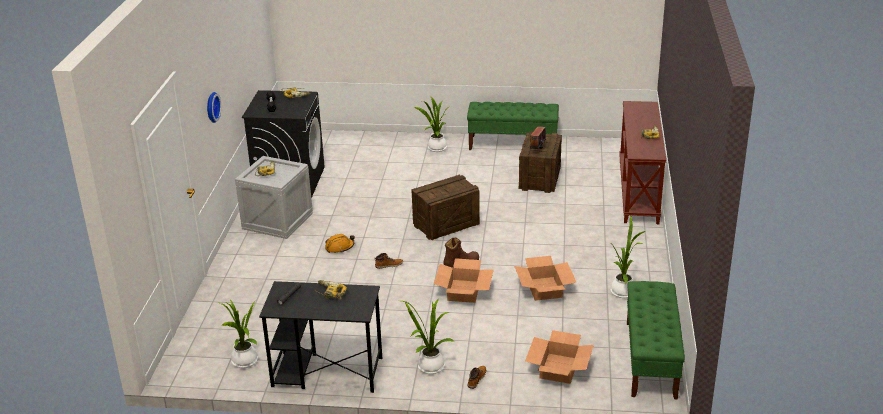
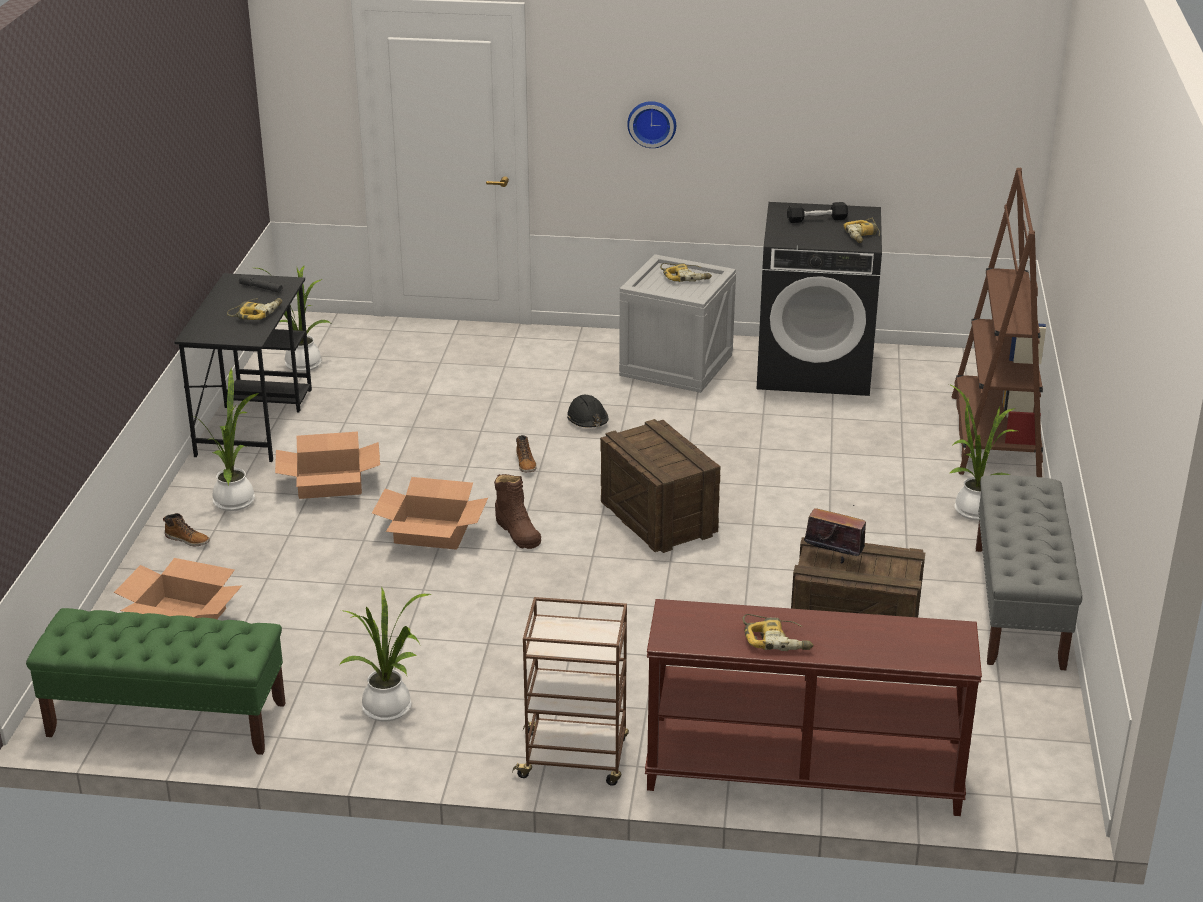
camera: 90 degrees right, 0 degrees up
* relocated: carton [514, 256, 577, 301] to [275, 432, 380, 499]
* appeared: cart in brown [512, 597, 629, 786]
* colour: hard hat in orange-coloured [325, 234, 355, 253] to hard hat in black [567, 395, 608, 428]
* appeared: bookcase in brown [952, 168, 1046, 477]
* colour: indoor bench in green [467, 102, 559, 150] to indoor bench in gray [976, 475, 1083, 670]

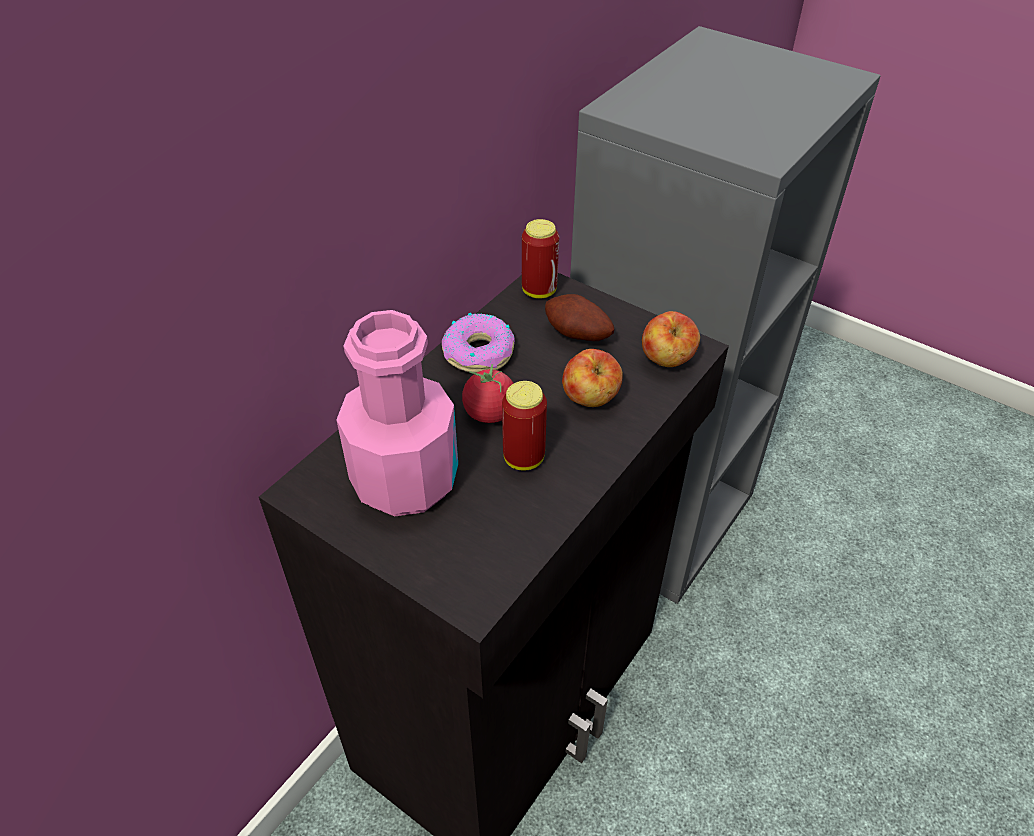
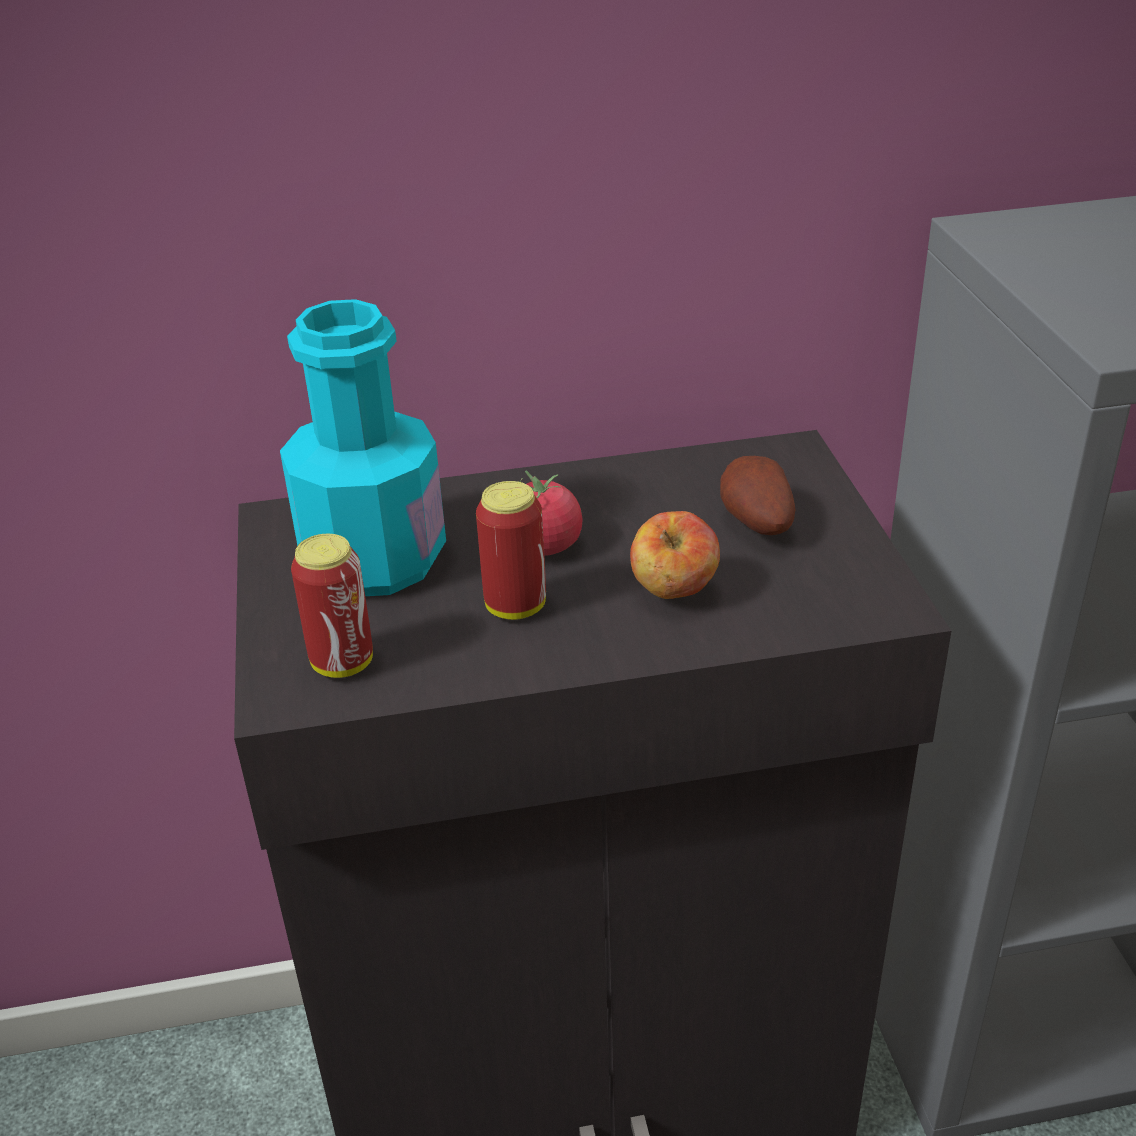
camera: 45 degrees right, 10 degrees down
* colour: beverage bottle in pinkish [336, 310, 458, 516] to beverage bottle in blue-green [280, 299, 446, 596]
* relocated: can [522, 219, 559, 298] to [291, 534, 373, 678]
* missing: donut [442, 313, 515, 373]
* missing: apple fruit [642, 311, 700, 367]

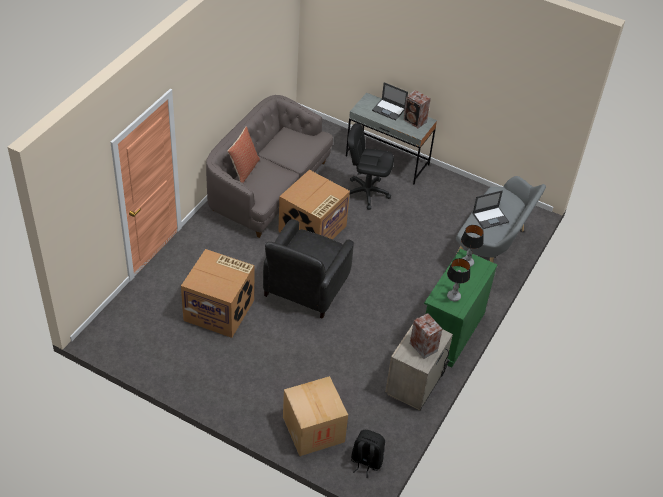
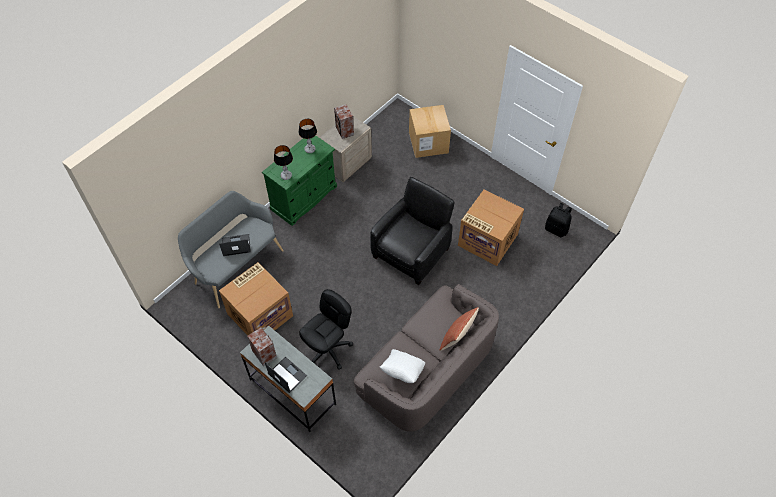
camera: 165 degrees left, 10 degrees up
* relocated: carton [278, 170, 350, 240] to [219, 262, 293, 336]
* spun: desk chair in black [348, 123, 394, 210] = [299, 289, 353, 370] 75 degrees counterclockwise
* appeared: cushion in whitish [380, 349, 425, 383]
* relocated: rucksack in black [351, 430, 385, 478] to [545, 203, 572, 237]

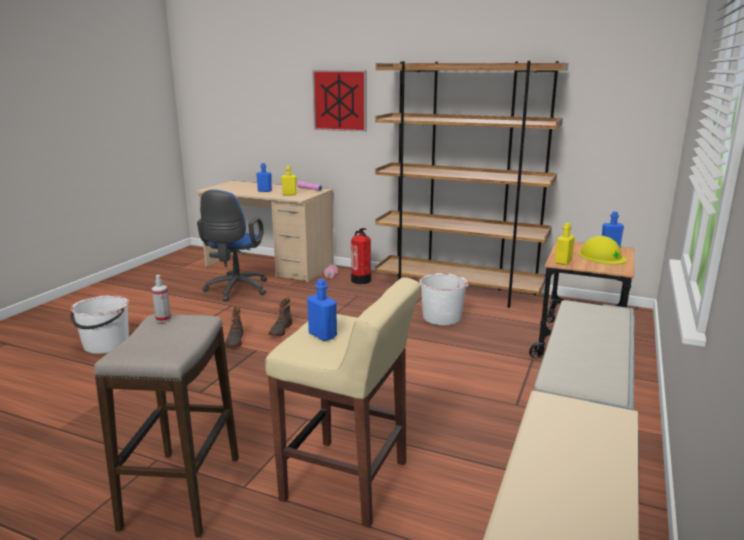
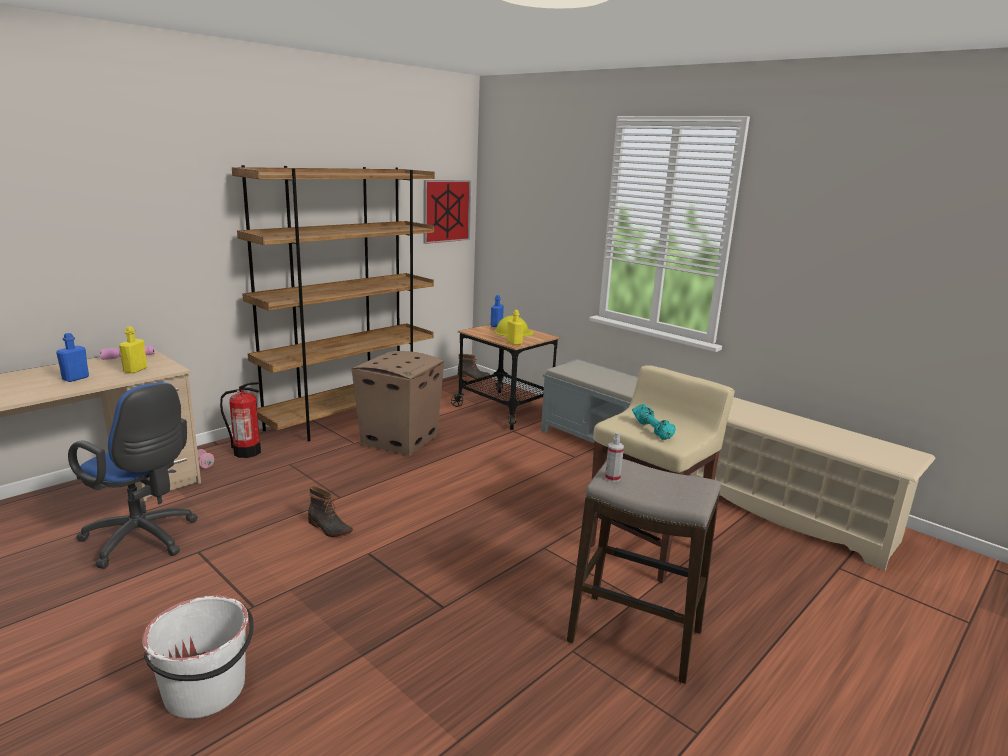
camera: 70 degrees left, 0 degrees up
* exchanged: pail in whitish [419, 273, 469, 325] to carton [352, 351, 444, 456]
* relocated: wall picture [312, 70, 367, 132] to [423, 180, 471, 244]
* relocated: high-top boot [225, 306, 243, 347] to [458, 354, 490, 379]
* exchanged: beverage bottle in blue [307, 279, 337, 341] to dumbbell in blue-green [632, 404, 676, 440]

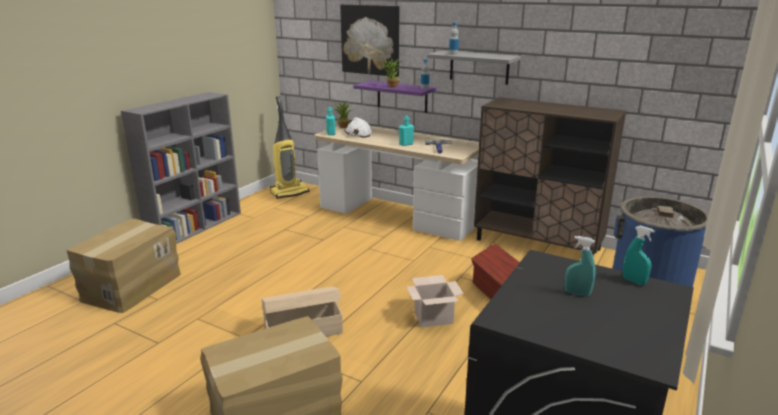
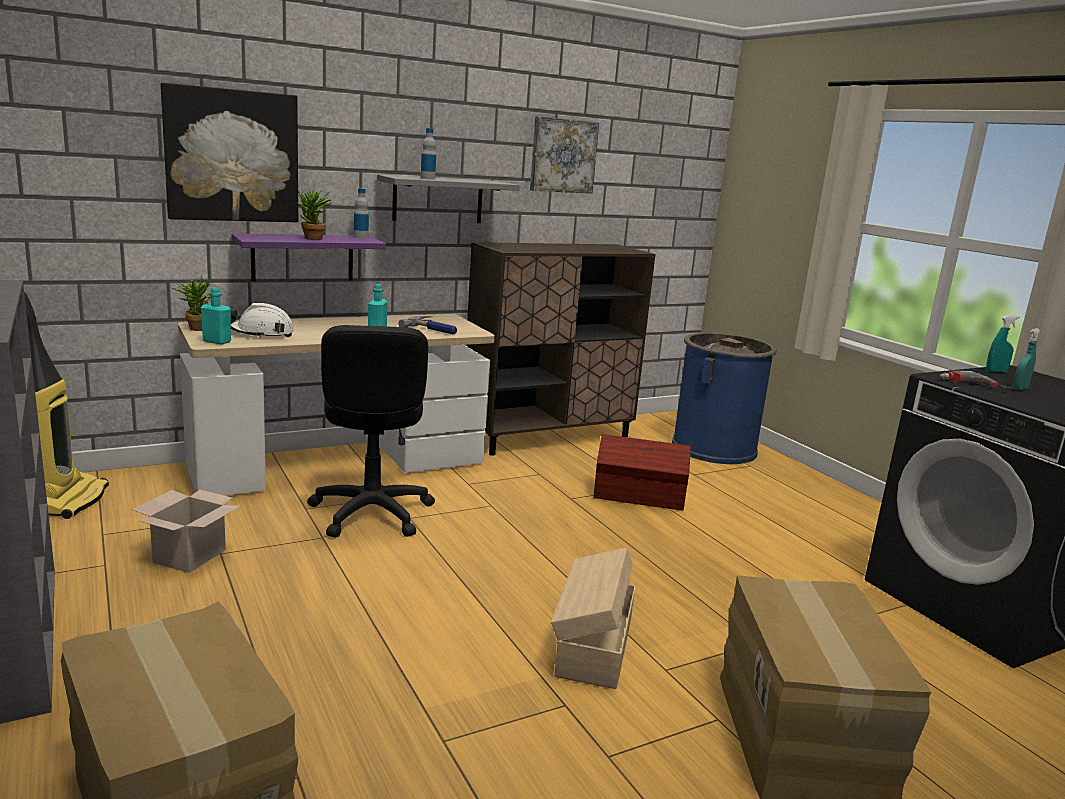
camera: 60 degrees left, 5 degrees down
* relocated: carton [406, 275, 464, 328] to [132, 490, 241, 573]
* appeared: desk chair in black [307, 325, 435, 538]
* appeared: wall picture [530, 116, 599, 194]
* appeared: power drill [940, 371, 1015, 390]

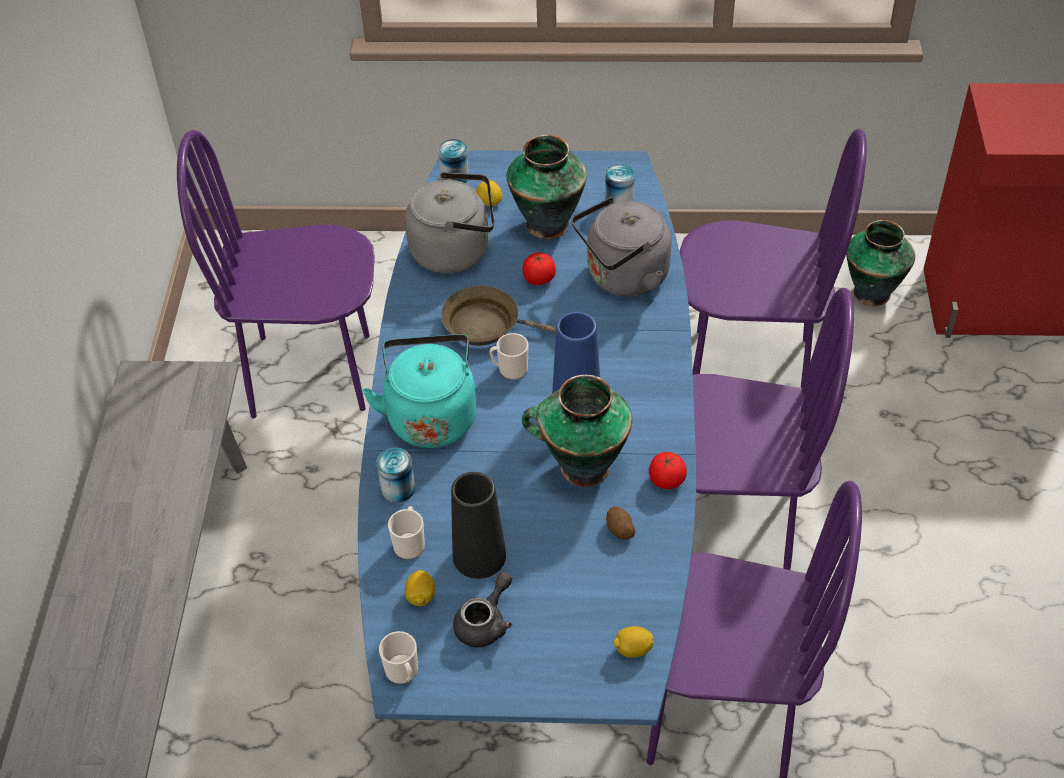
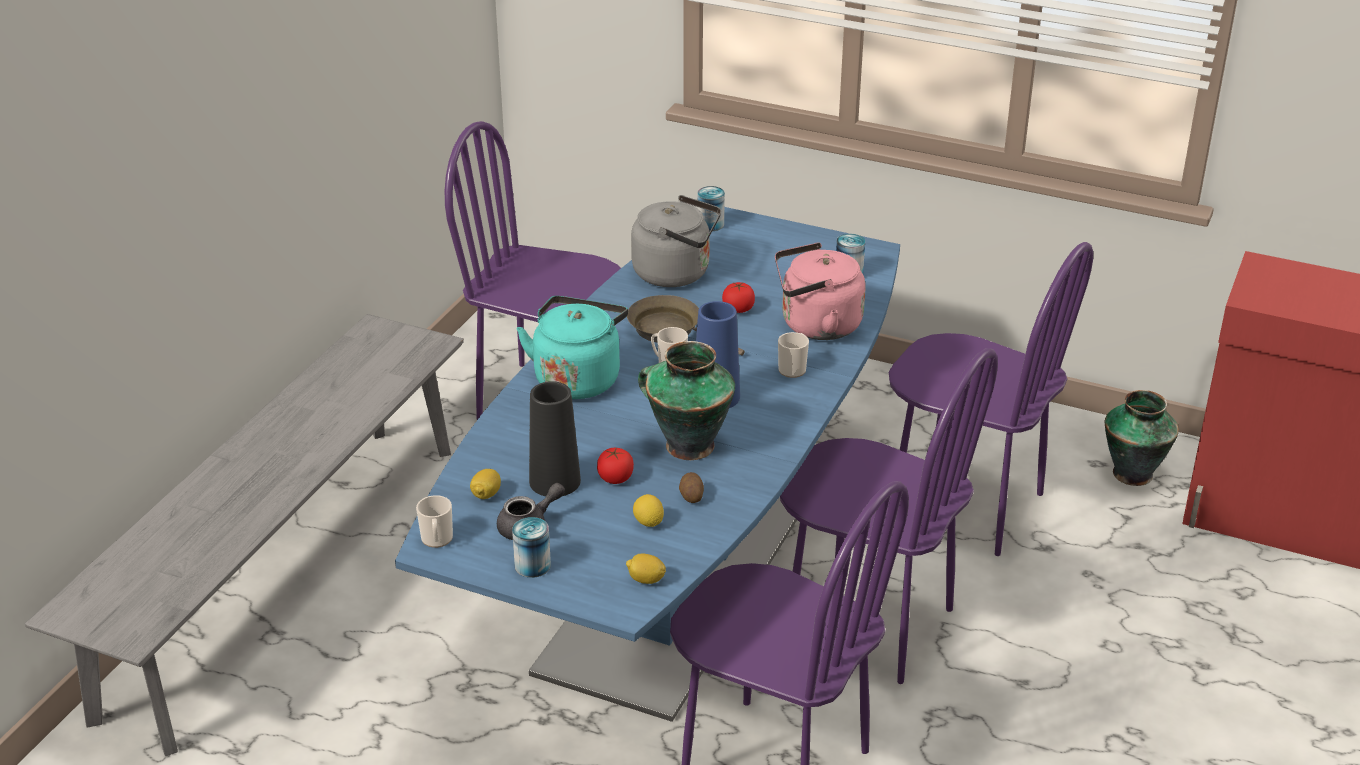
camera: 20 degrees right, 15 degrees down
* relocated: can [377, 448, 415, 503] to [512, 517, 551, 578]
* relocated: tomato [649, 452, 687, 489] to [597, 447, 634, 484]
* relocated: whole lemon [476, 180, 502, 206] to [633, 494, 664, 527]
* colour: water kettle in gray [572, 197, 671, 297] to water kettle in pinkish [775, 242, 866, 340]
* relocated: mug [388, 506, 425, 559] to [778, 332, 809, 378]
* missing: flower vase [507, 135, 587, 239]

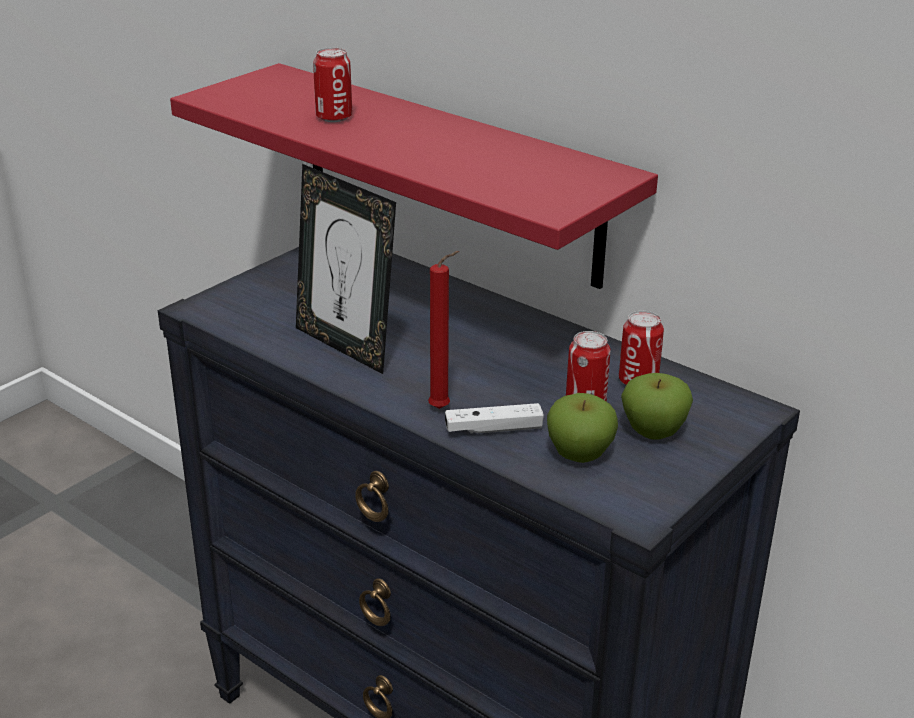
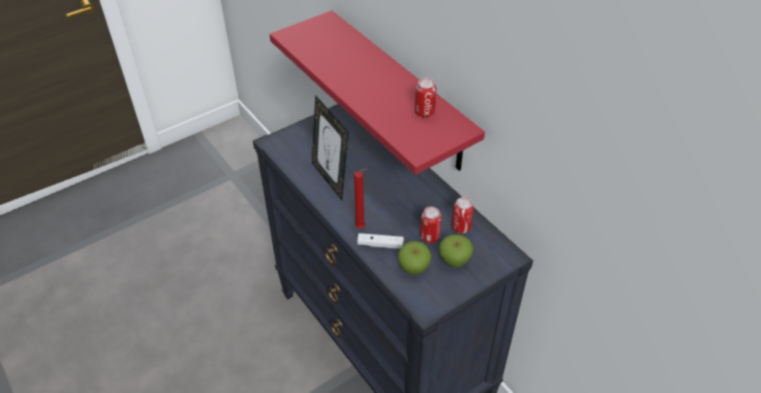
camera: 15 degrees right, 15 degrees up
* relocated: can [313, 47, 352, 122] to [415, 78, 437, 117]

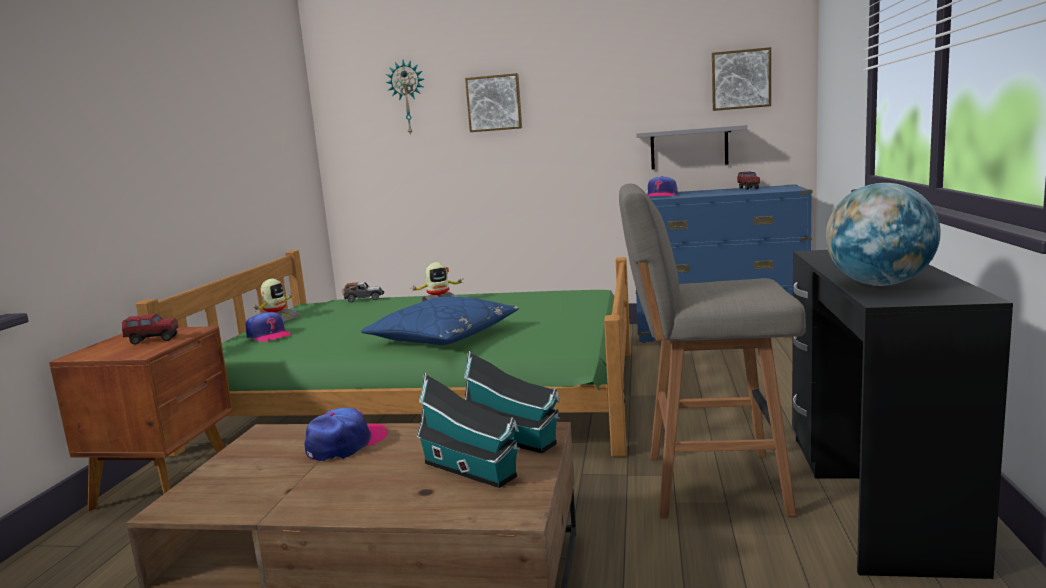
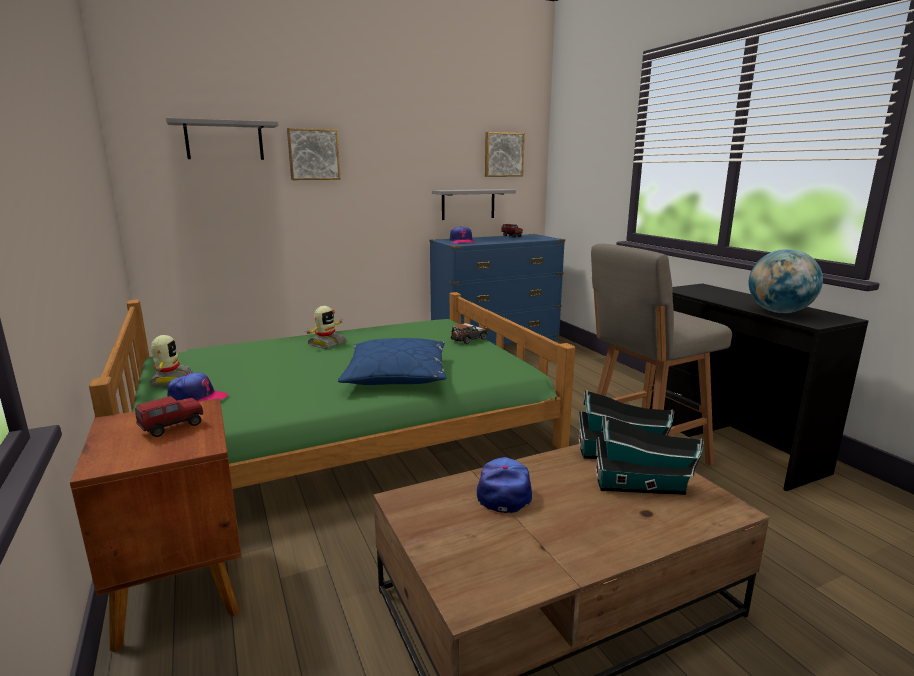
camera: 35 degrees left, 5 degrees up
* exchanged: wall clock [386, 60, 424, 136] to shelf in gray [166, 118, 279, 160]
* relocated: model car [342, 282, 384, 303] to [451, 323, 488, 344]

